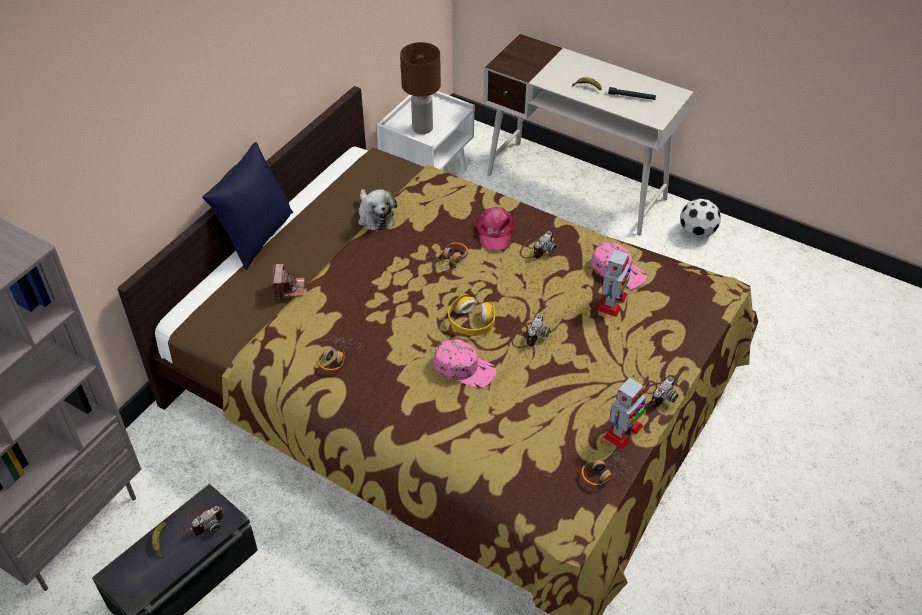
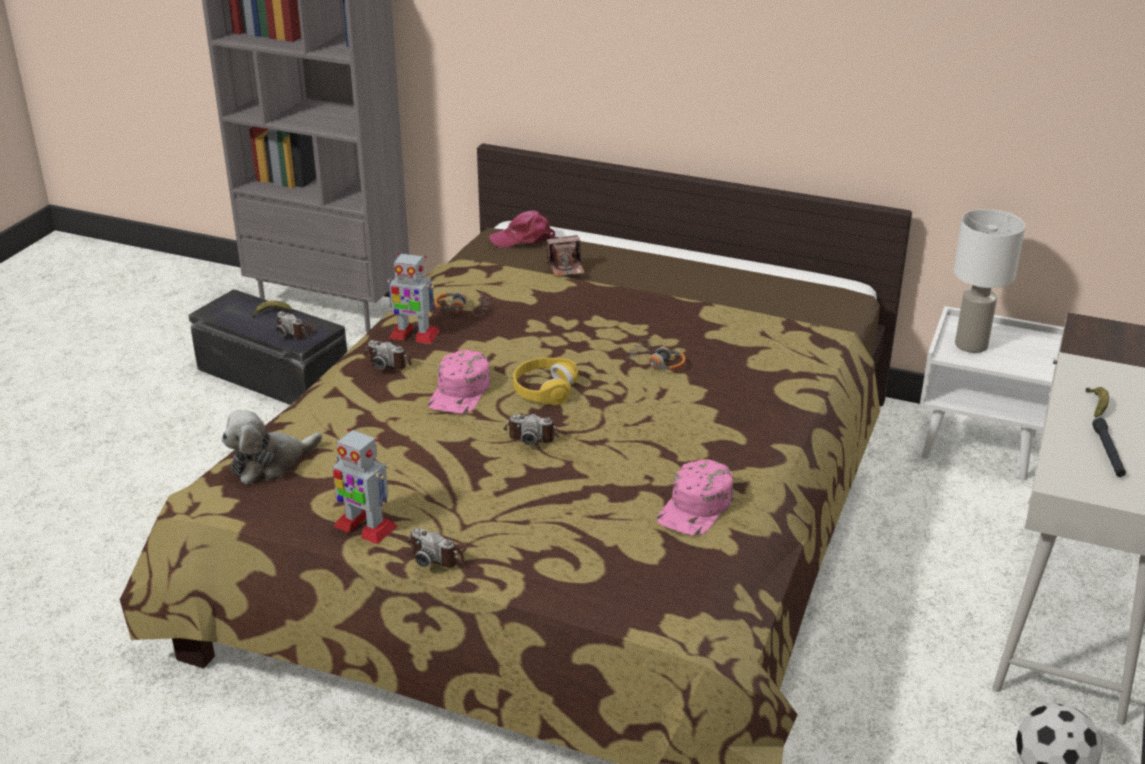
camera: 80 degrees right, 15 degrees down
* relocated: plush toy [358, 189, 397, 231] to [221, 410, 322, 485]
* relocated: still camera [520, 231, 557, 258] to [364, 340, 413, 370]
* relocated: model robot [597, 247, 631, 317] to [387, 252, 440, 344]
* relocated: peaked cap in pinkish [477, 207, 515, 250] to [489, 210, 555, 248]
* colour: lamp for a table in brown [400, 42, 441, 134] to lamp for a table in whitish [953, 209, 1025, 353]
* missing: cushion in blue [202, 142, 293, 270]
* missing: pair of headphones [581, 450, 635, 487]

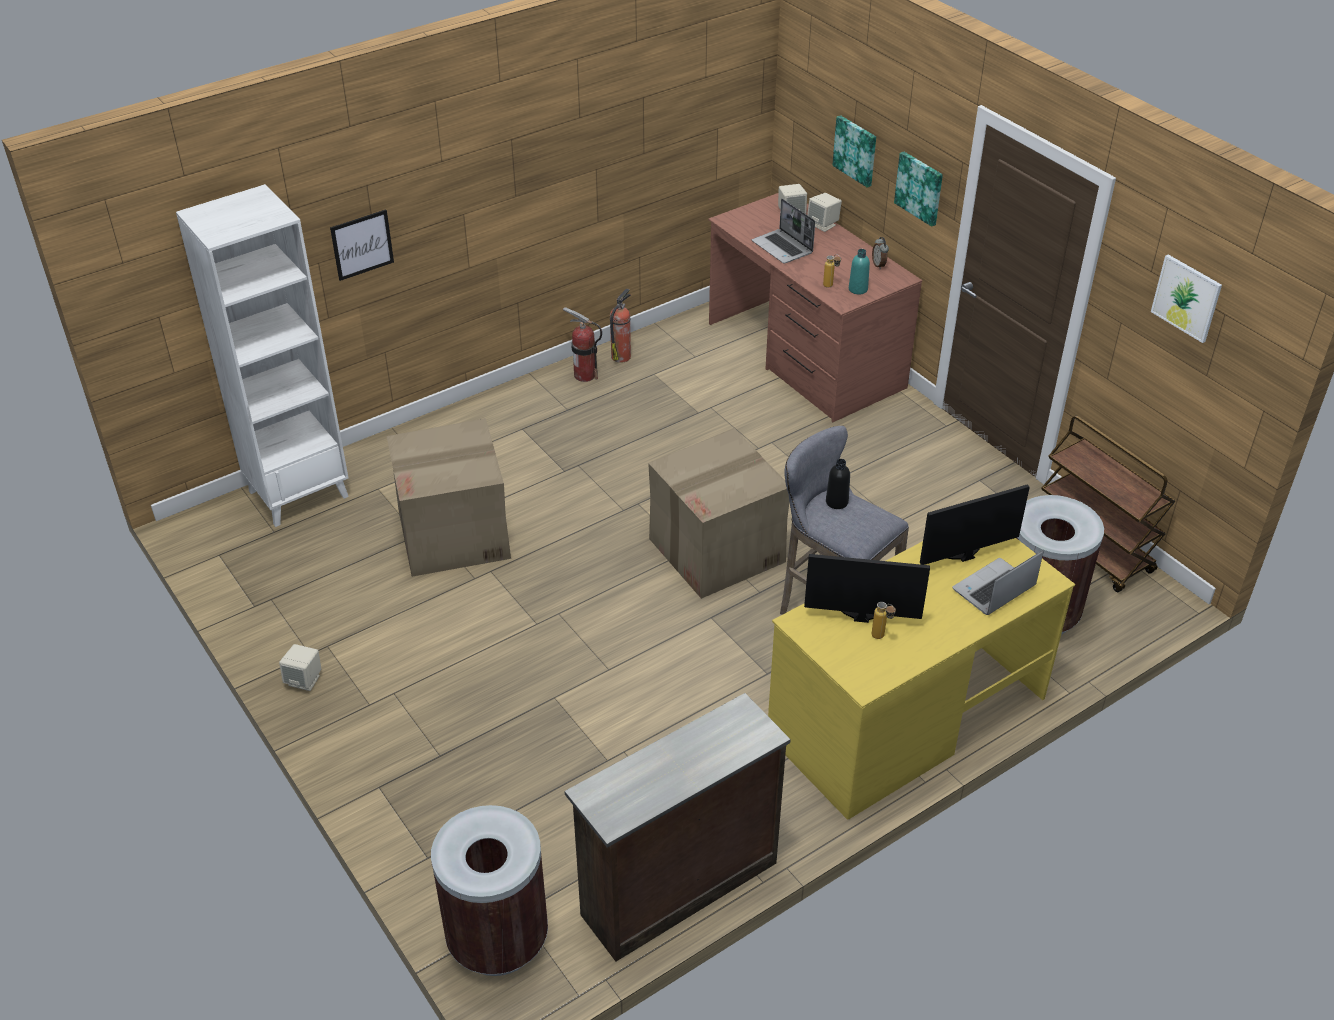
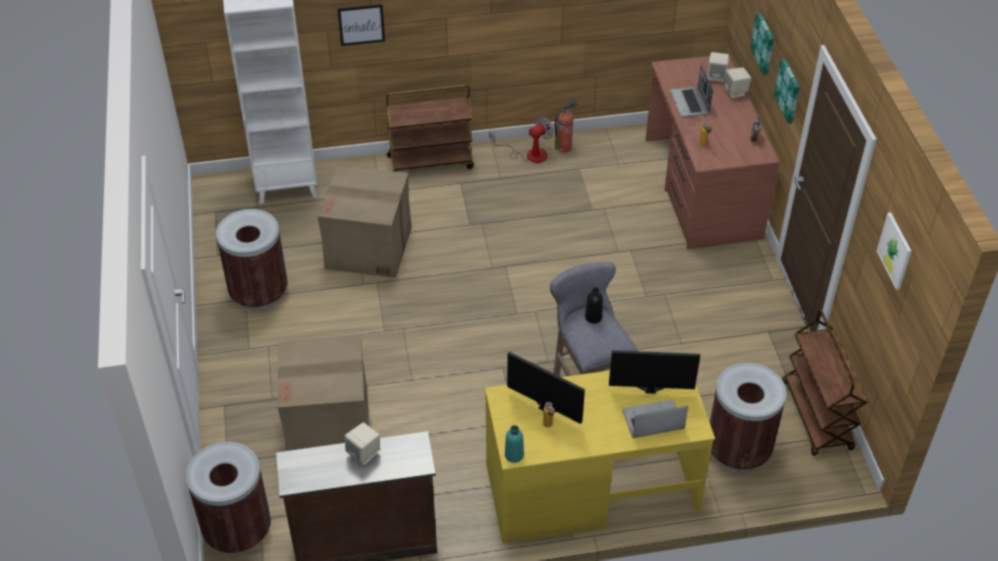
camera: 25 degrees right, 5 degrees up
* appeared: rubbish bin in brown [216, 209, 288, 311]
* relocated: carton [648, 428, 789, 599] to [278, 334, 369, 451]
* relocated: audio speaker in beige [279, 644, 321, 691] to [345, 422, 380, 465]
* appeared: cart in brown [386, 85, 474, 172]
* exchanged: fire extinguisher [563, 307, 602, 382] to fan [489, 116, 554, 163]
* relocated: beverage bottle in blue-green [849, 249, 870, 294] to [505, 425, 524, 463]

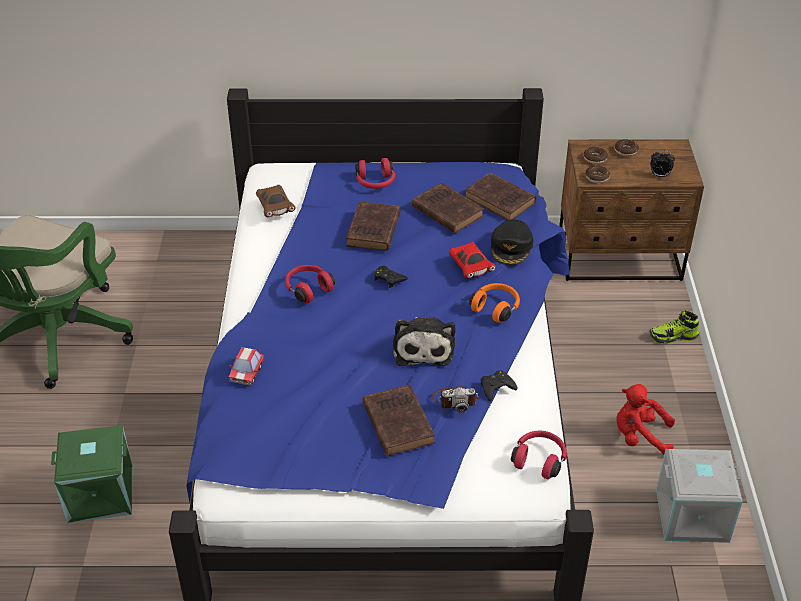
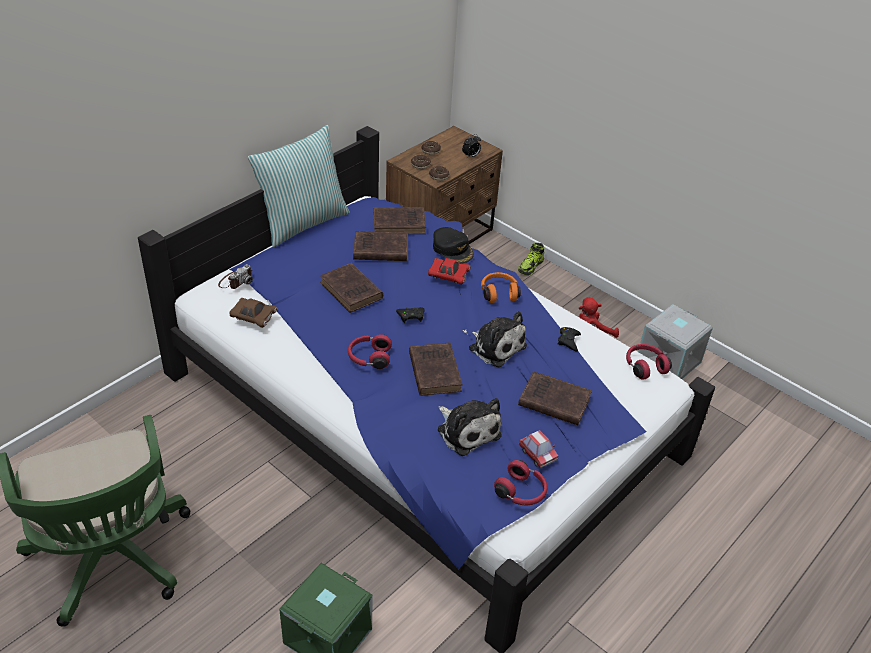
camera: 50 degrees left, 0 degrees up
* relocated: still camera [432, 386, 479, 413] to [218, 264, 253, 289]
* appeared: cushion [248, 125, 350, 247]
* appeared: bound book in brown [409, 343, 463, 396]
* appeared: plush toy [438, 398, 502, 456]
* relocated: pair of headphones in red-coloured [355, 158, 396, 189] to [494, 460, 548, 505]
* relocated: model car [229, 347, 264, 386] to [519, 430, 558, 468]

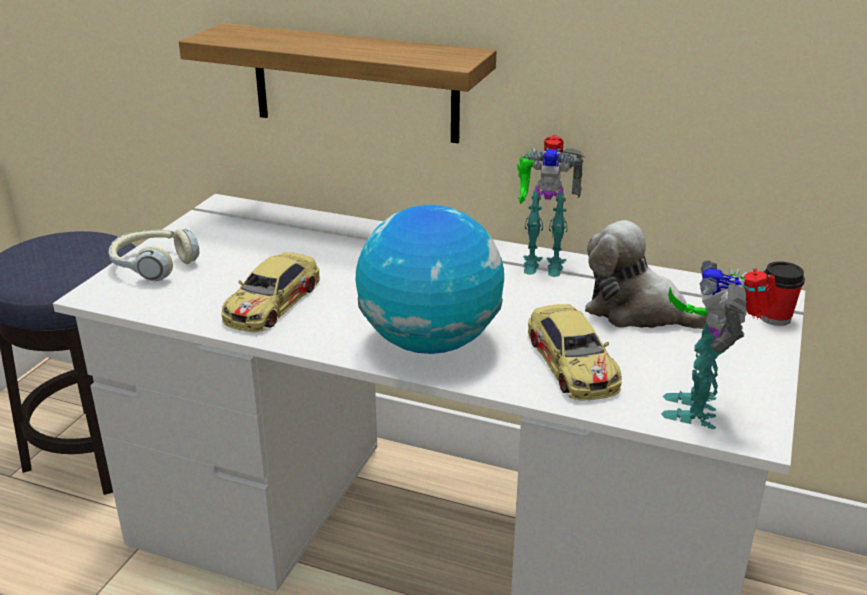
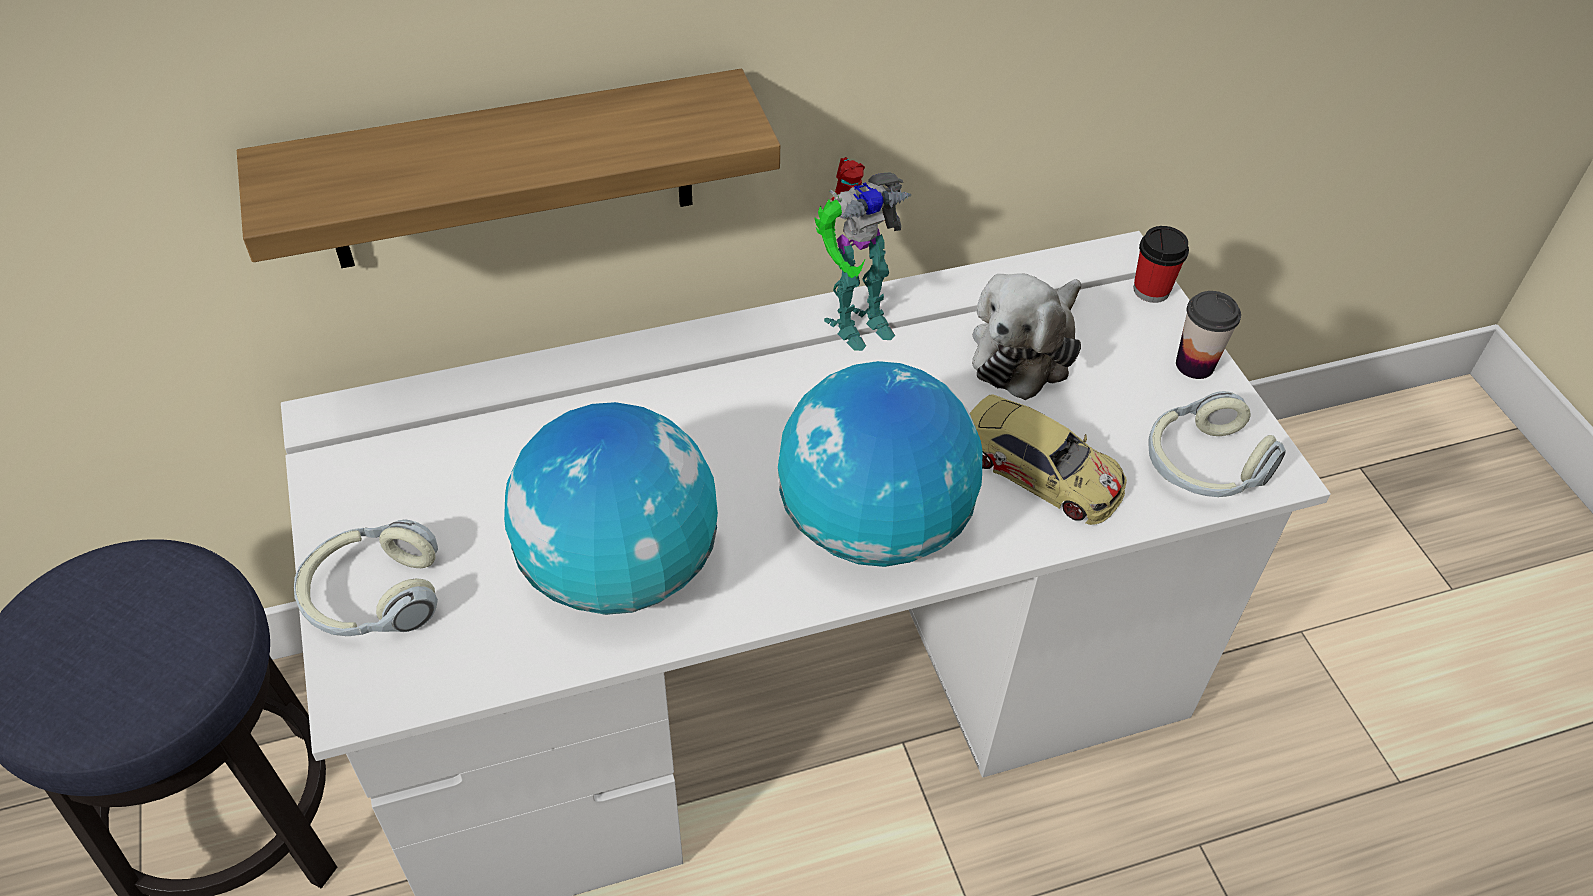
camera: 40 degrees left, 20 degrees up
* exchanged: model car [222, 252, 320, 332] to world globe [504, 402, 718, 615]
* spun: plush toy [585, 220, 707, 329] = [972, 273, 1081, 400] 45 degrees counterclockwise
* exchanged: model robot [661, 260, 777, 429] to pair of headphones [1148, 391, 1286, 497]
* appeared: drinking cup [1176, 291, 1241, 379]

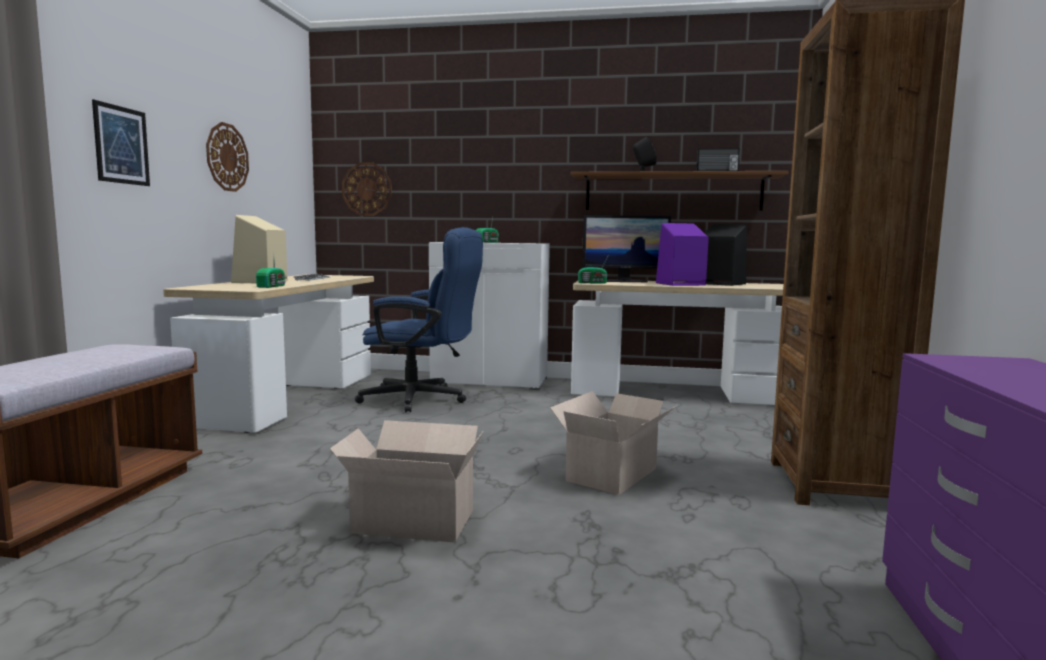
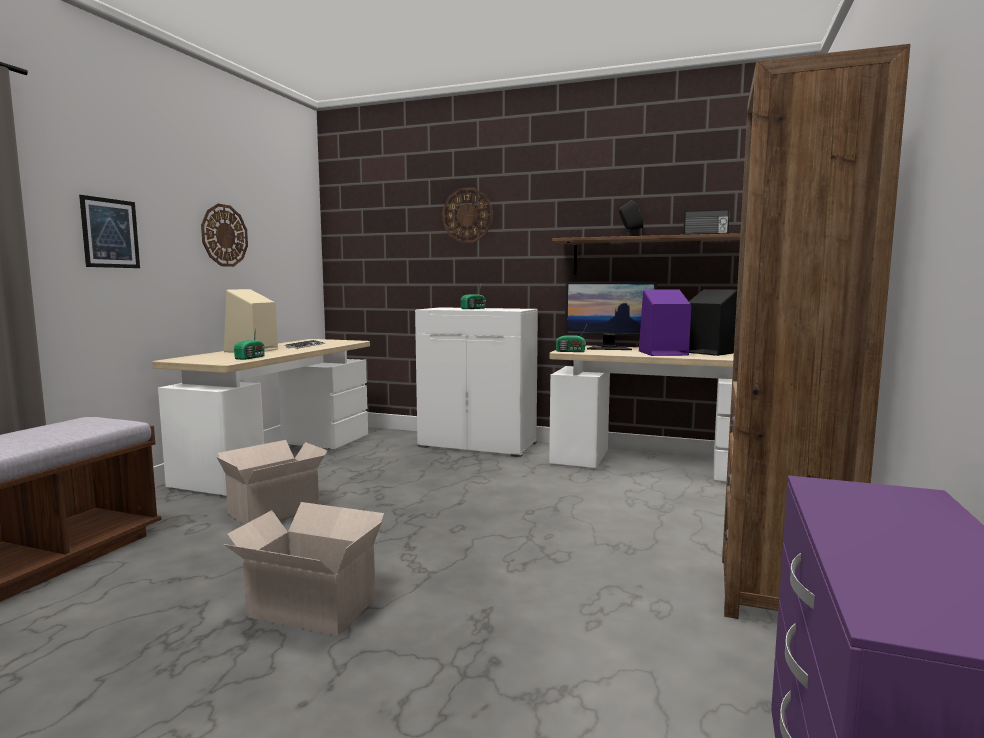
camera: 10 degrees right, 0 degrees up
* relocated: carton [550, 391, 678, 495] to [217, 440, 328, 525]
* relocated: wall clock [342, 162, 392, 216] to [442, 187, 492, 243]
* missing: desk chair in blue [355, 227, 483, 412]

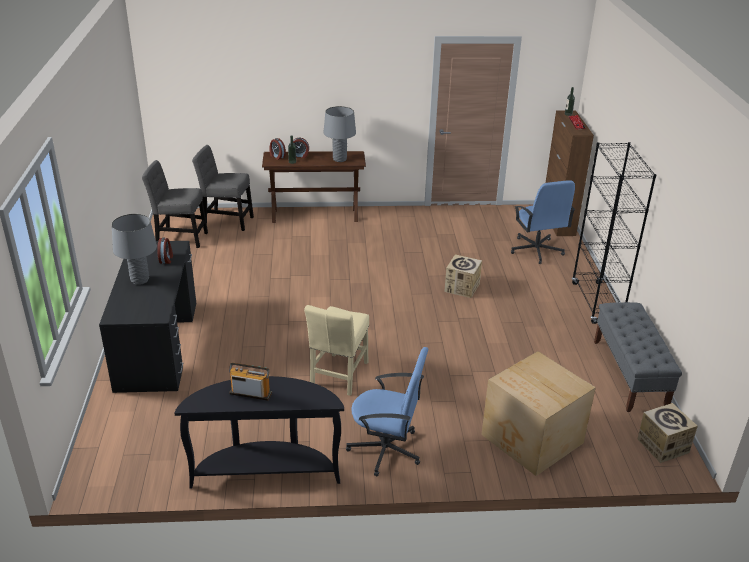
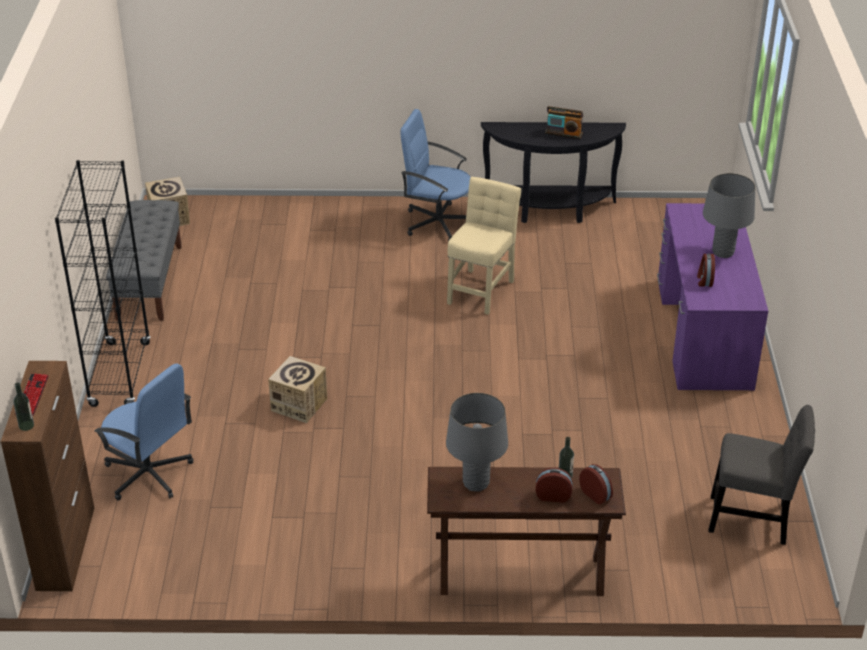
camera: 175 degrees left, 5 degrees up
* spun: desk chair in blue [511, 180, 575, 264] = [94, 364, 193, 500] 135 degrees clockwise
* colour: desk table in black [99, 241, 196, 393] to desk table in purple [657, 203, 768, 390]
* missing: chair in gray [192, 145, 254, 231]
* missing: carton [481, 351, 596, 476]

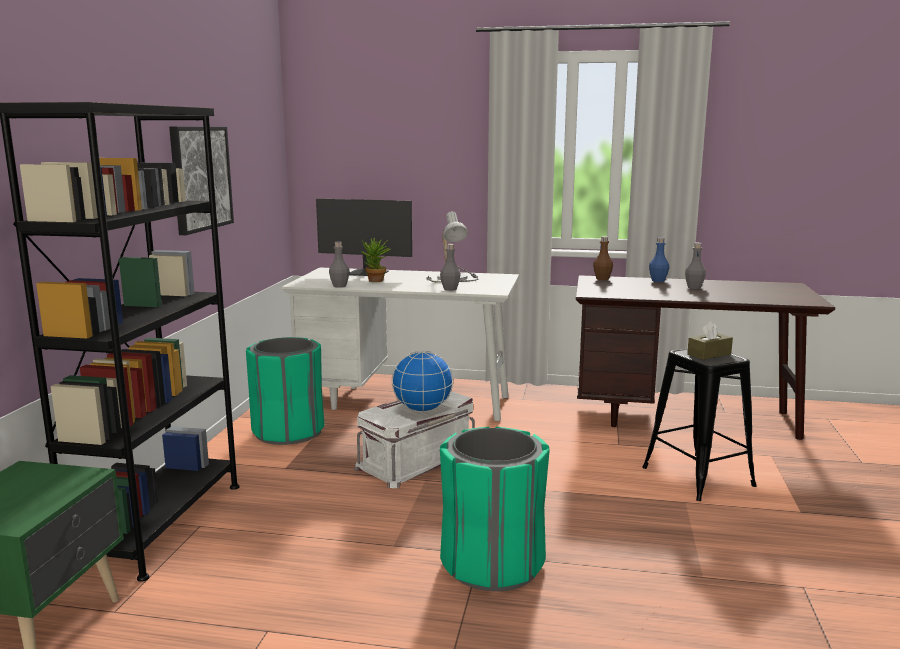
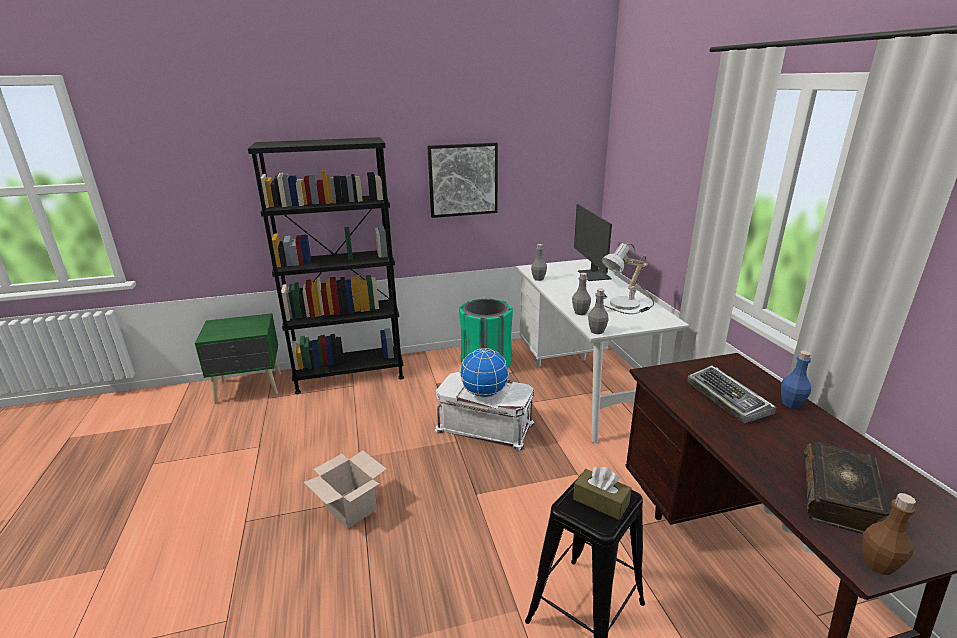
camera: 65 degrees right, 10 degrees up
* exchanged: rubbish bin in green [440, 427, 550, 591] to carton [304, 450, 386, 529]
* relocated: beverage bottle in gray [685, 243, 706, 289] to [588, 288, 609, 334]
* appeared: keyboard [687, 365, 776, 424]
* appeared: bound book [804, 441, 889, 534]
* relocated: beverage bottle in brown [593, 236, 613, 280] to [862, 493, 916, 575]
* missing: houseplant [361, 238, 391, 282]

